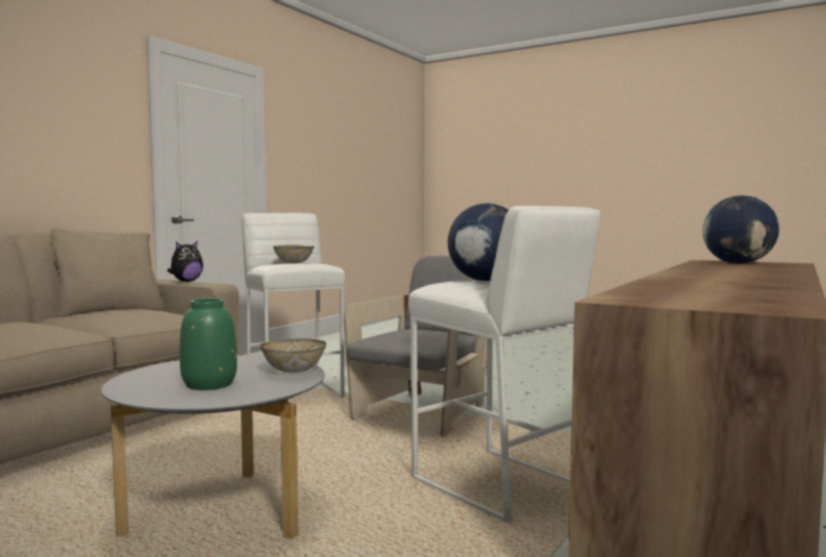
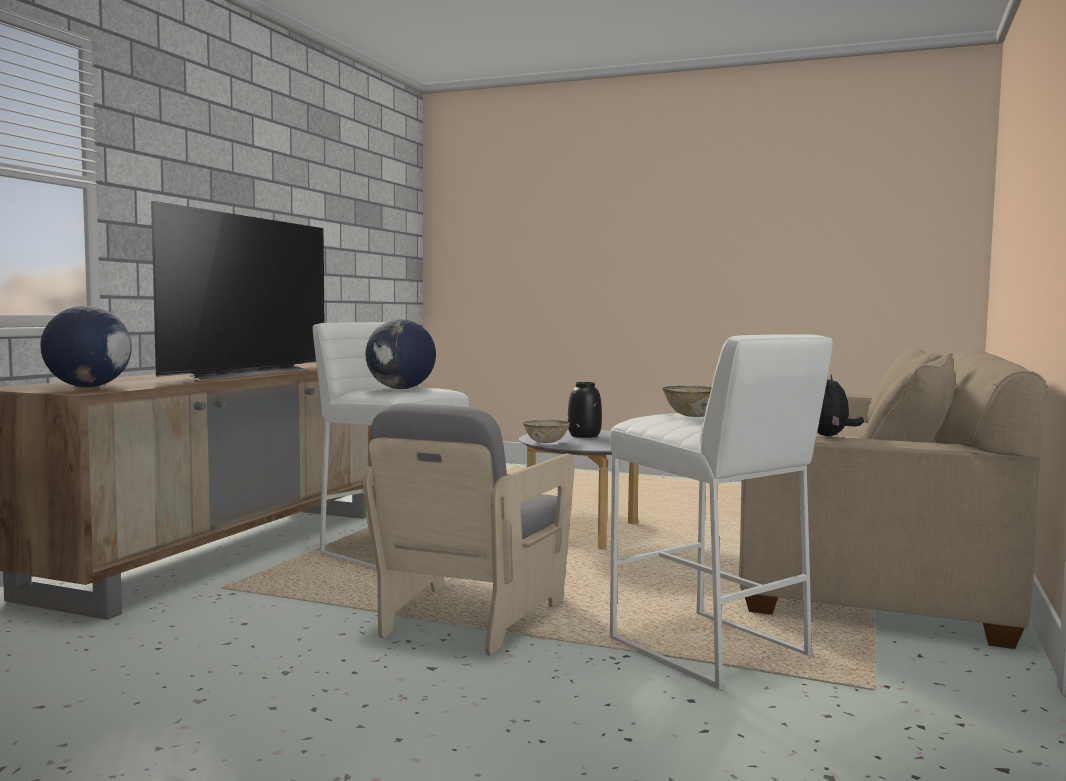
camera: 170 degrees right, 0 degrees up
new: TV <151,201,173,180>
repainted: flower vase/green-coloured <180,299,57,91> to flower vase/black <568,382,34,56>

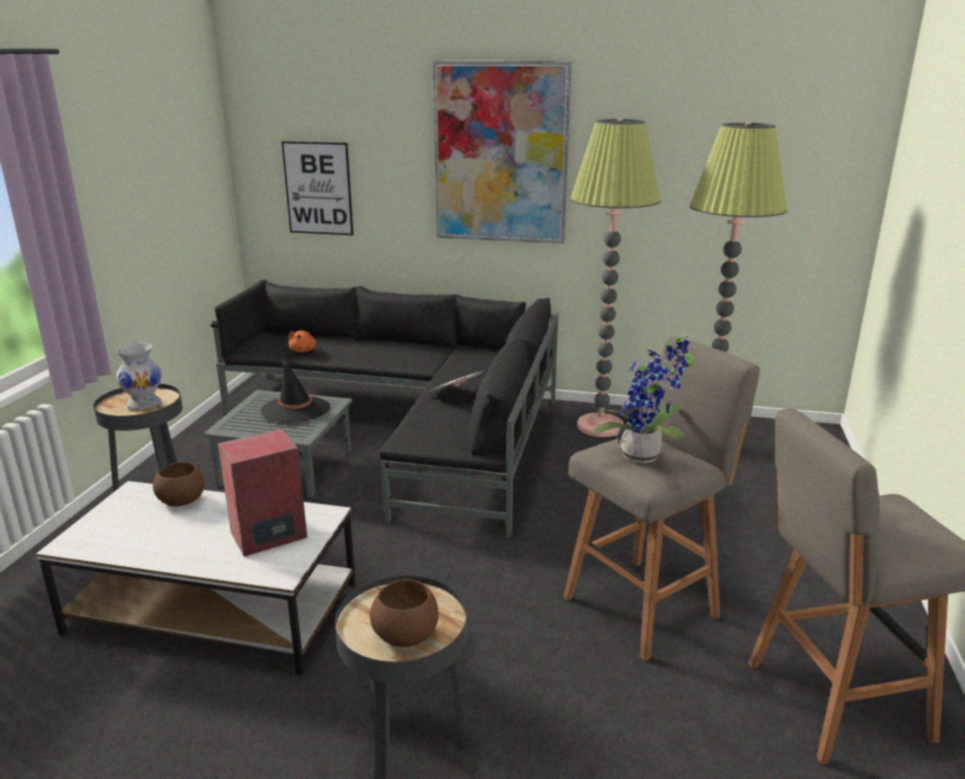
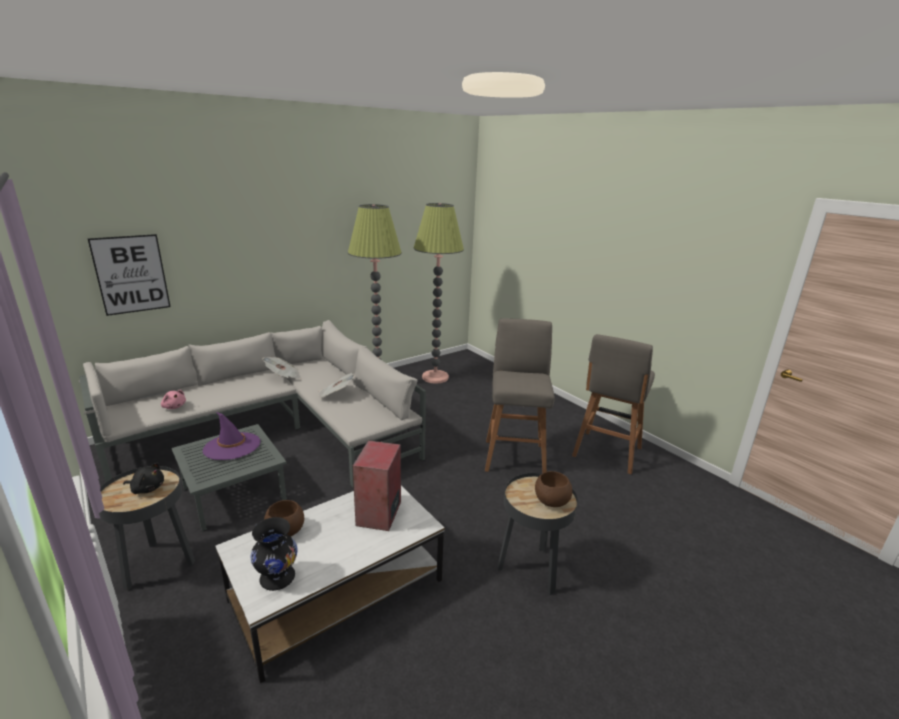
camera: 50 degrees left, 0 degrees up
gone: picture <433,61,139,183>; potted plant <594,333,98,131>
new: flower vase/black <251,517,46,74>; newspaper <262,357,39,22>
swapped: flower vase/white-coloured <116,343,46,67> to cuddly toy/black <123,463,41,31>
repainted: couch/black <203,280,355,258> to couch/white-coloured <79,320,347,211>; wearable hat/black <260,360,70,62> to wearable hat/purple <203,412,57,48>; cuddly toy/orangey <288,331,28,22> to cuddly toy/pink <161,390,25,19>

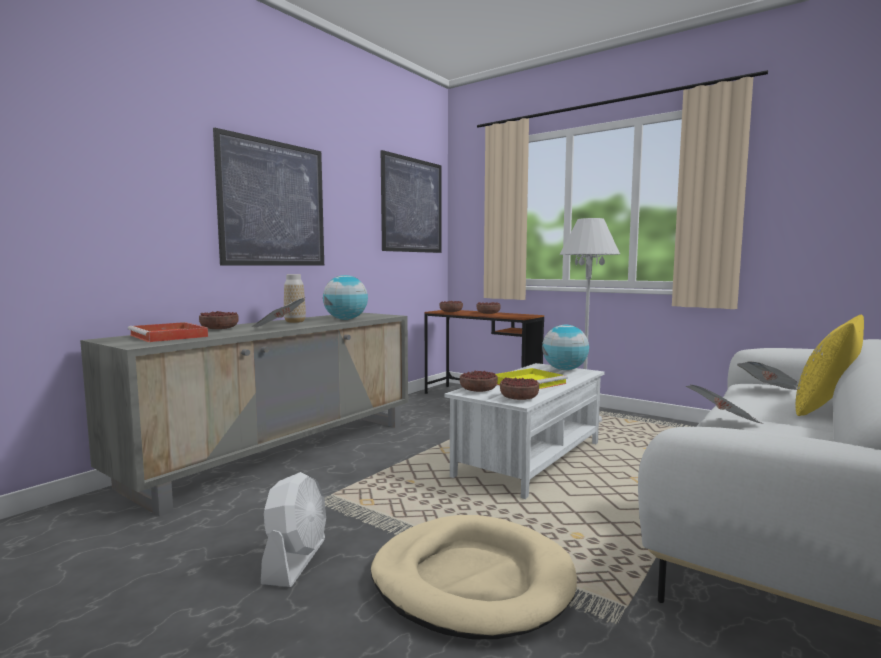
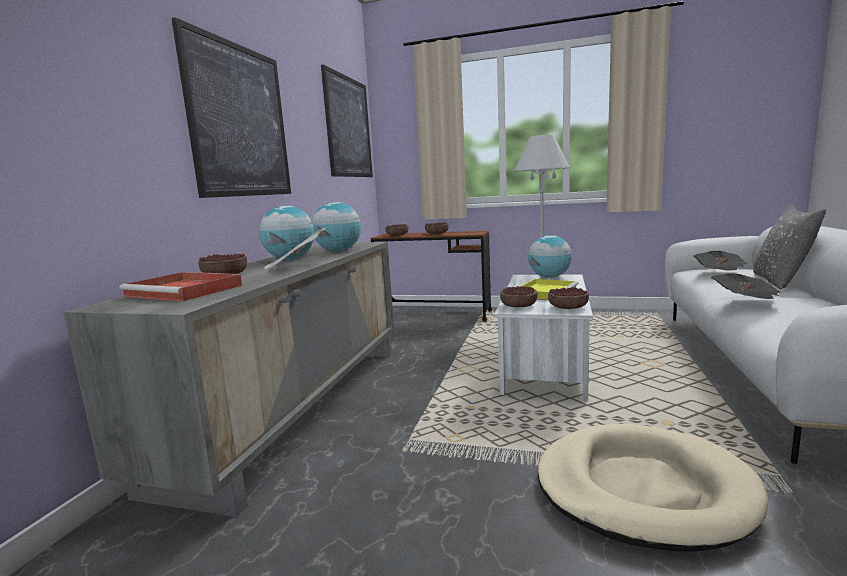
camera: 20 degrees left, 5 degrees up
gone: electric fan/white-coloured <261,472,65,115>
swapped: flower vase <284,274,22,49> to globe <259,205,56,54>
repainted: pillow/yellow <796,315,68,101> to pillow/grey <753,204,73,85>

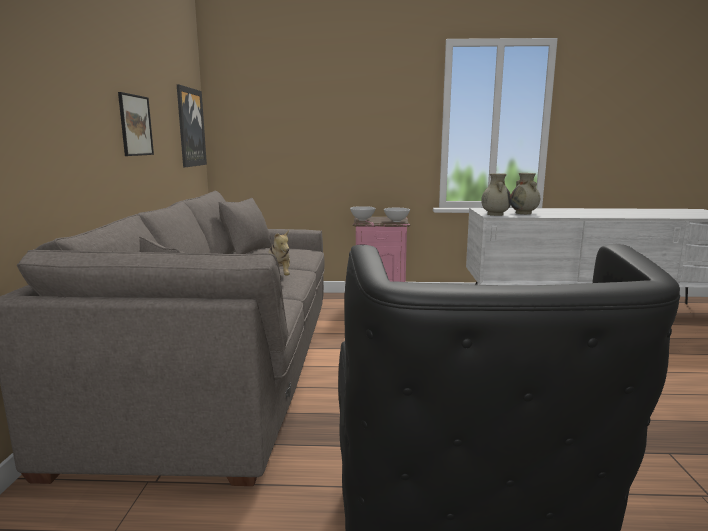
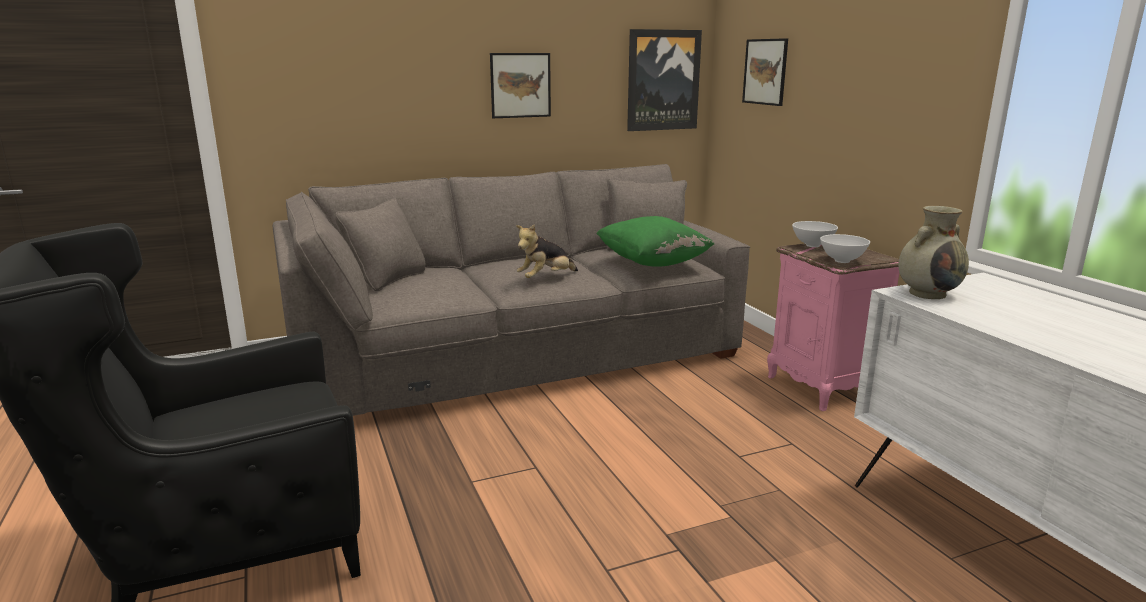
camera: 65 degrees right, 5 degrees up
gone: flower vase/beige-coloured <511,173,29,41>
new: pillow/green-coloured <596,216,118,51>; picture <742,38,46,68>

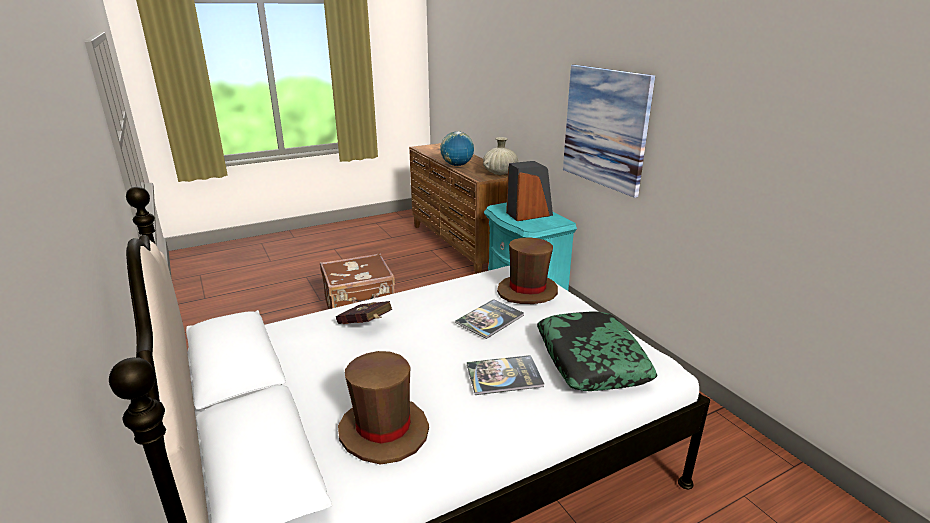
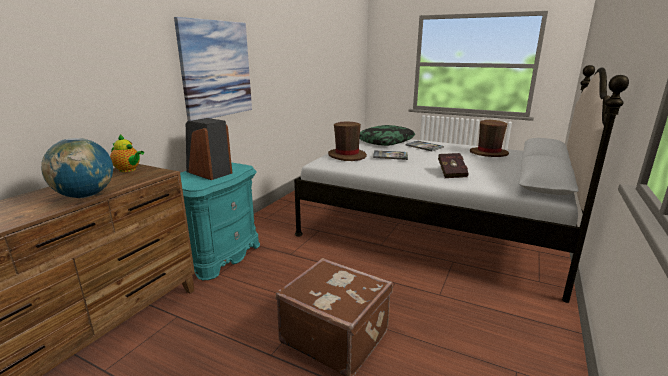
camera: 125 degrees left, 5 degrees down
swapped: flower vase/beige-coloured <483,137,35,38> to pot for tea <110,134,34,38>

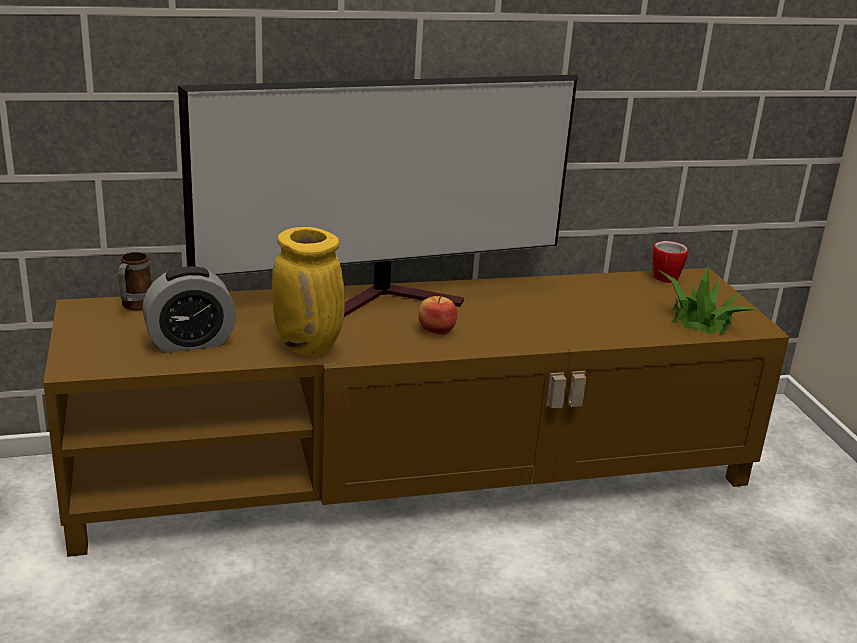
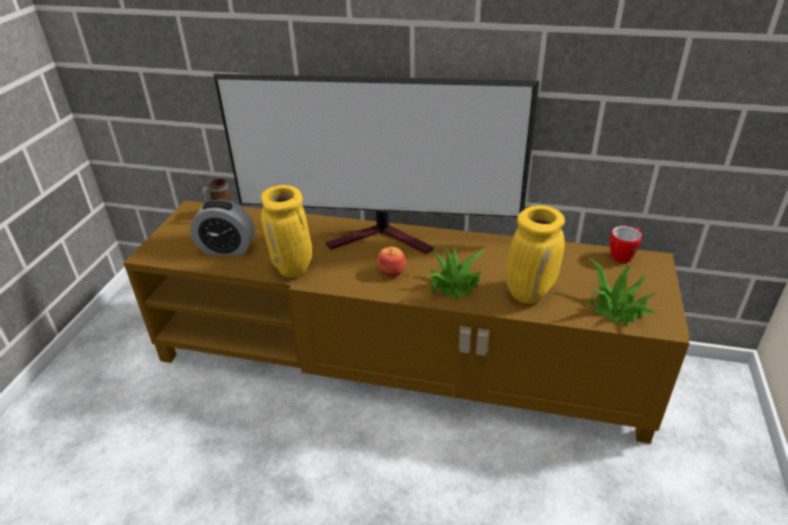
camera: 30 degrees right, 10 degrees up
new: potted plant <426,246,59,55>; flower vase/yellow <506,205,59,99>

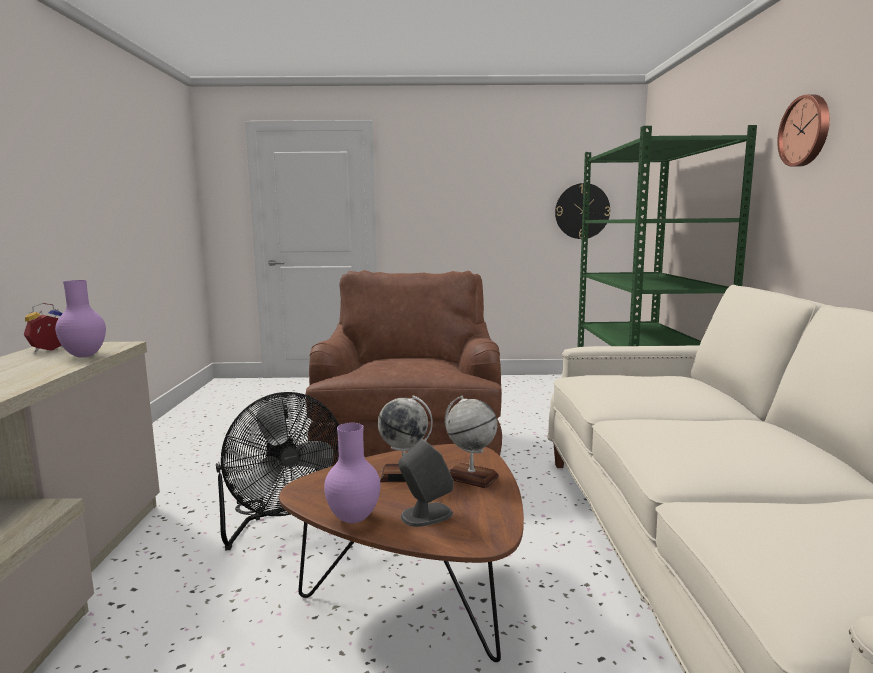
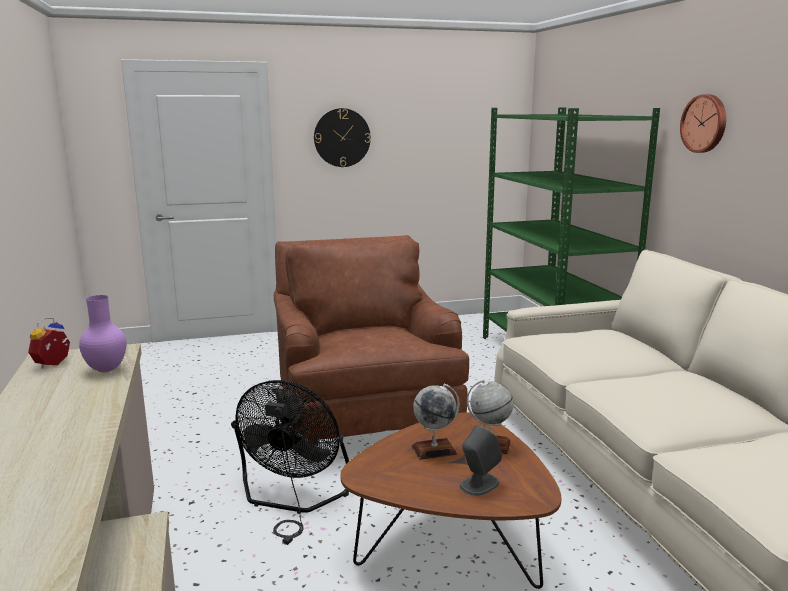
camera: 15 degrees left, 5 degrees up
gone: flower vase/purple <324,423,56,100>
shifted: clock on the wall <555,183,55,56> to <314,108,57,59>
rotated: electric fan/black <216,392,123,158> = <231,380,118,165> 120 degrees counterclockwise

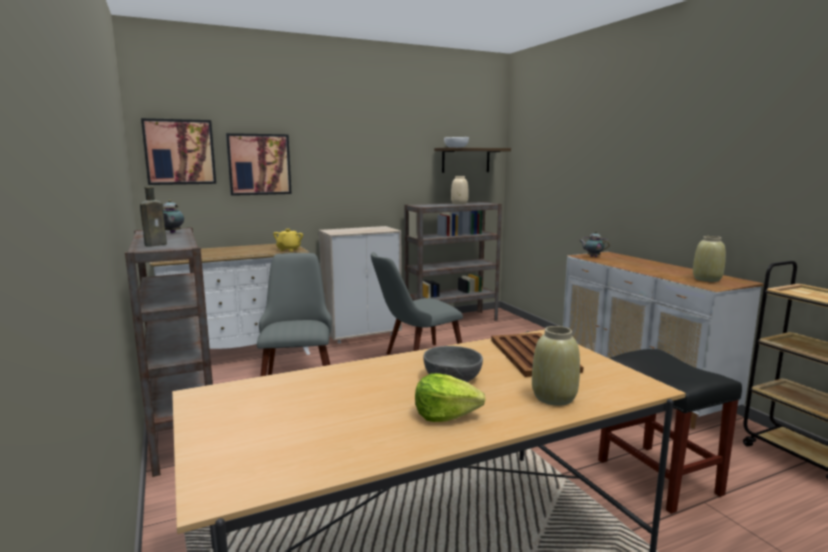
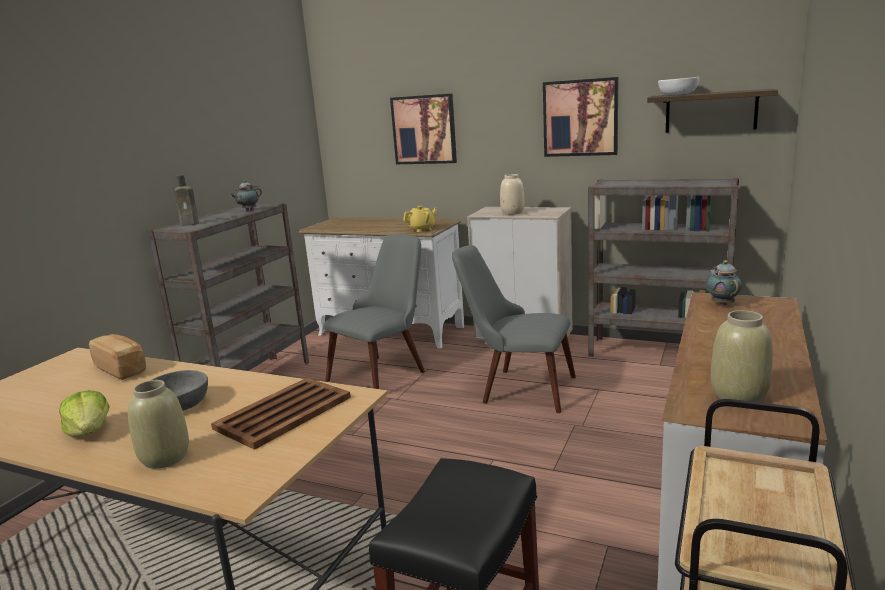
camera: 50 degrees right, 5 degrees up
new: baked bread <89,334,57,46>
shifted: picture <141,118,75,67> to <543,77,75,80>; flower vase/beige-coloured <451,176,18,29> to <500,174,25,41>

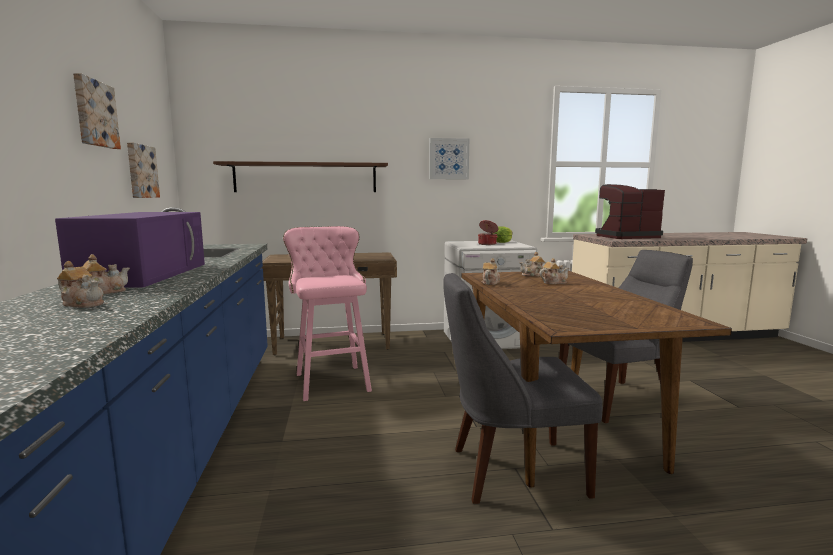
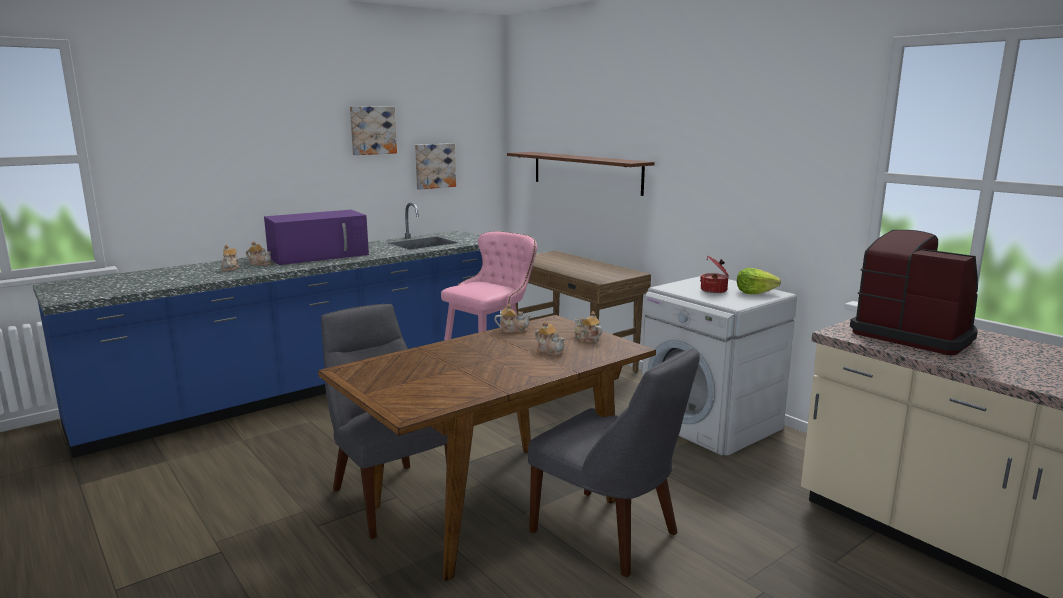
camera: 60 degrees right, 5 degrees up
gone: picture <429,138,40,41>

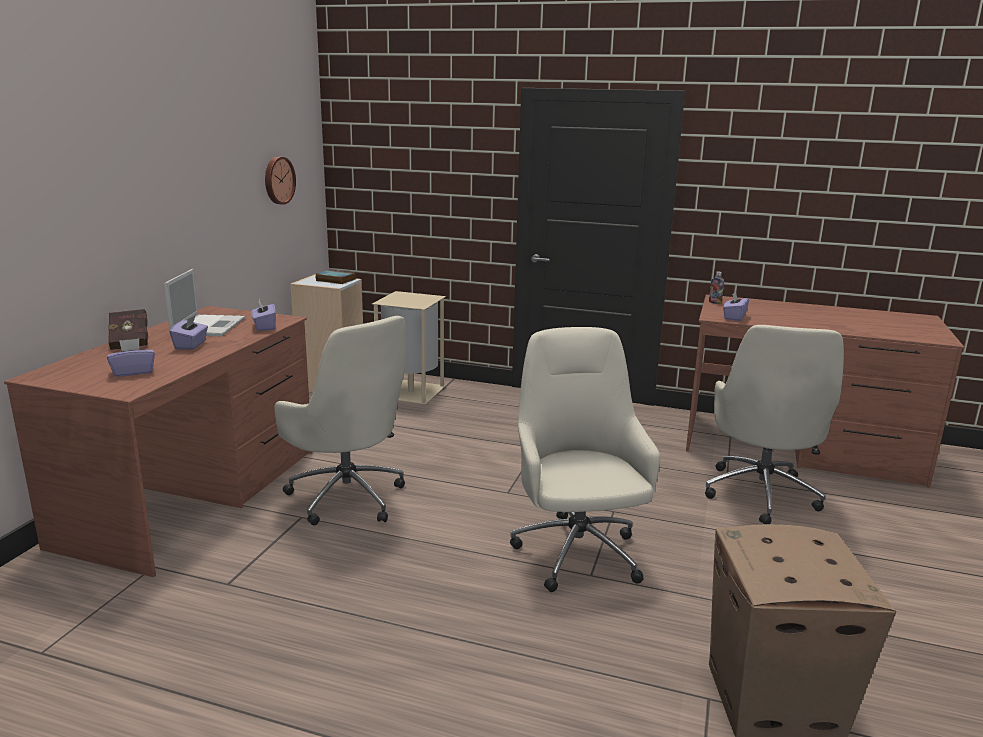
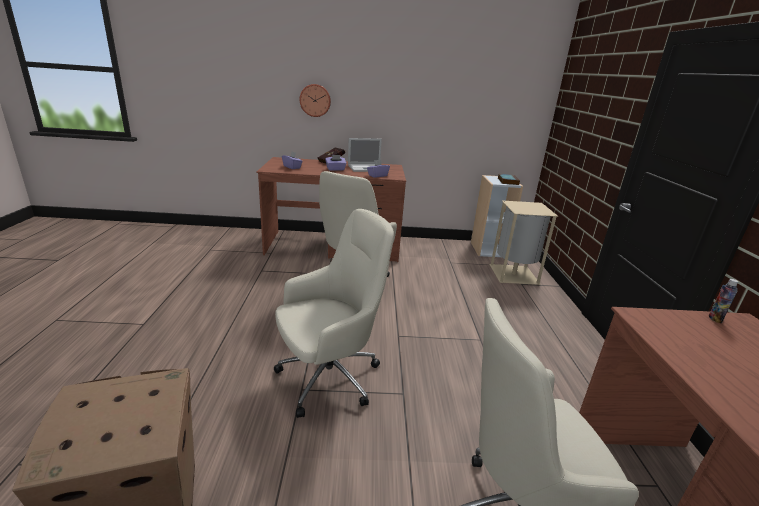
camera: 70 degrees right, 5 degrees up
gone: tissue holder/purple <723,292,26,29>
shifted: clock on the wall <265,157,31,48> to <299,84,32,33>

